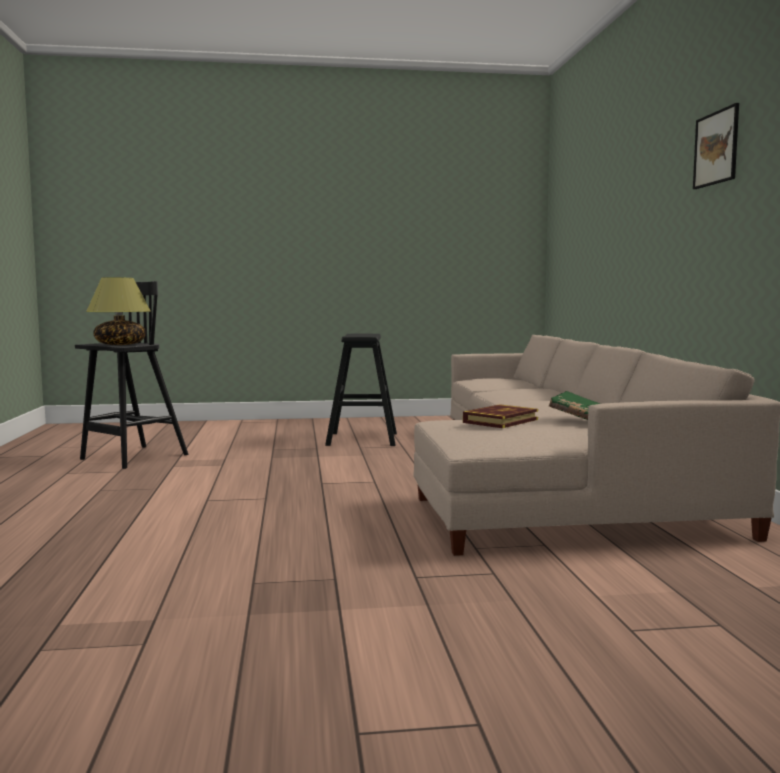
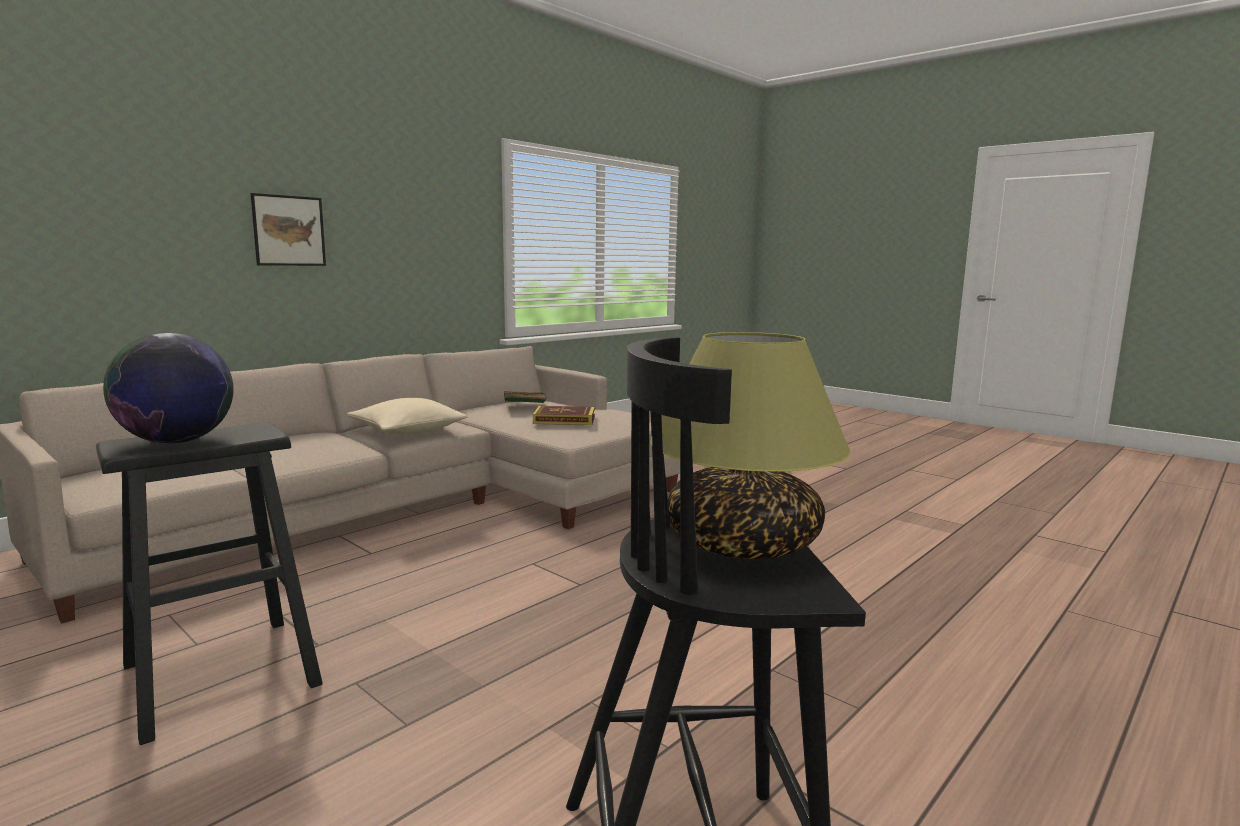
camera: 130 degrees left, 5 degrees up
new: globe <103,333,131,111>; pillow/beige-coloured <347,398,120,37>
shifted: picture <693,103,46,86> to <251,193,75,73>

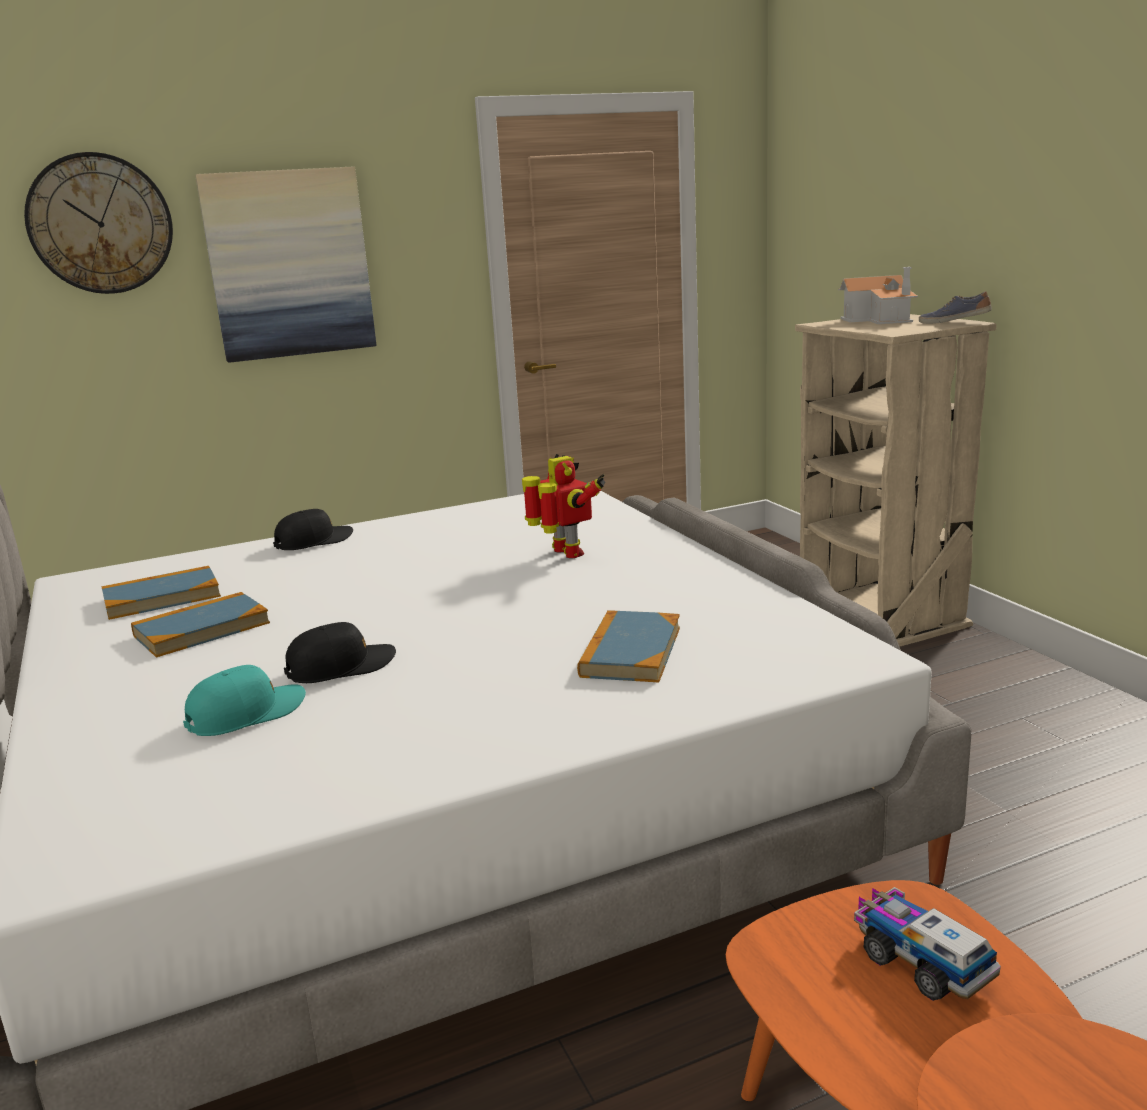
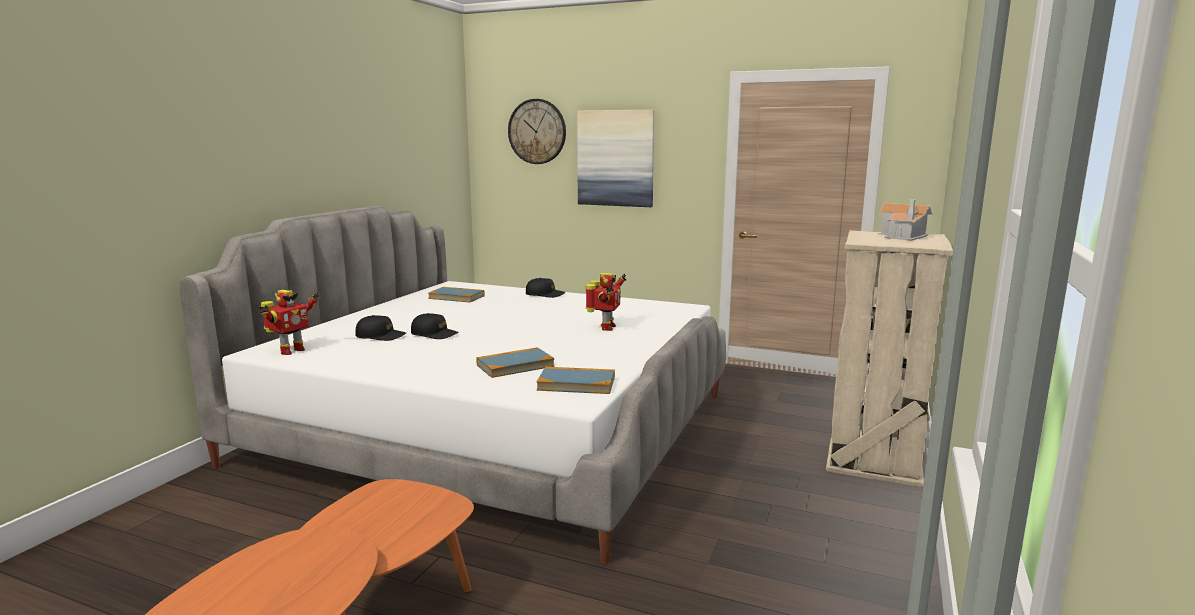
camera: 45 degrees right, 5 degrees down
gone: toy lorry <854,887,147,114>; low shoe <919,291,73,33>
new: robot figure <259,290,61,65>
shifted: bound book <131,592,139,65> to <537,367,78,27>
repainted: peaked cap/turquoise-coloured <183,665,123,71> to peaked cap/black <355,315,51,26>

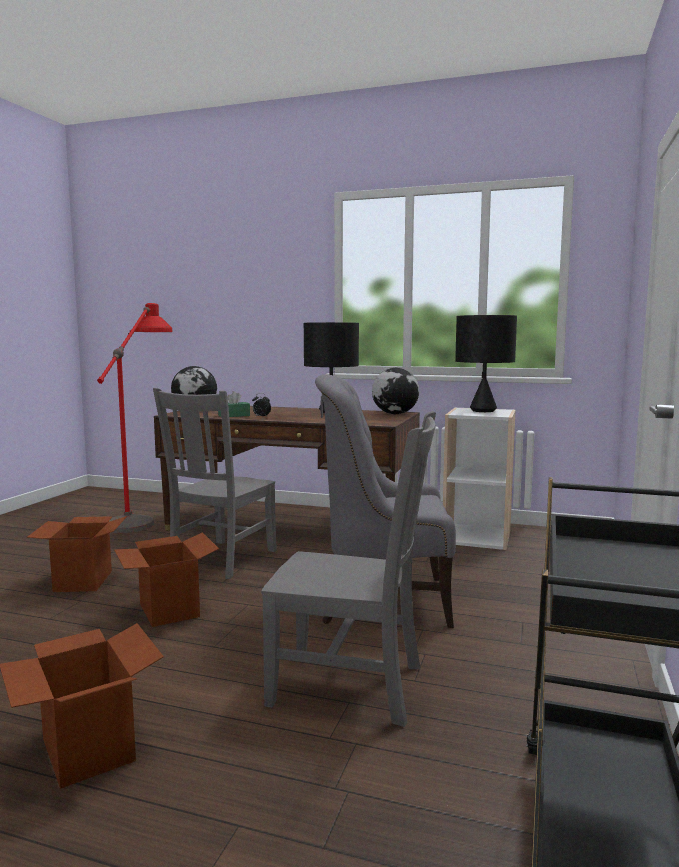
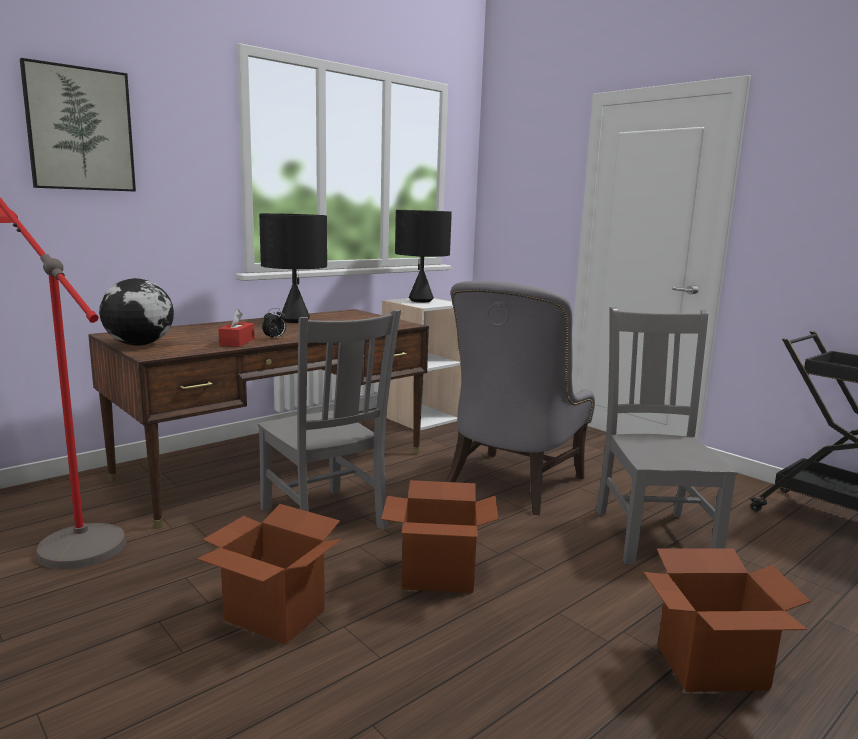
camera: 60 degrees left, 5 degrees up
gone: globe <372,368,47,46>
new: picture <20,58,116,133>
repainted: tissue holder/green-coloured <218,391,32,26> to tissue holder/red-coloured <219,309,36,38>
rotated: chair/grey <261,411,175,316> = <596,307,142,257> 45 degrees counterclockwise

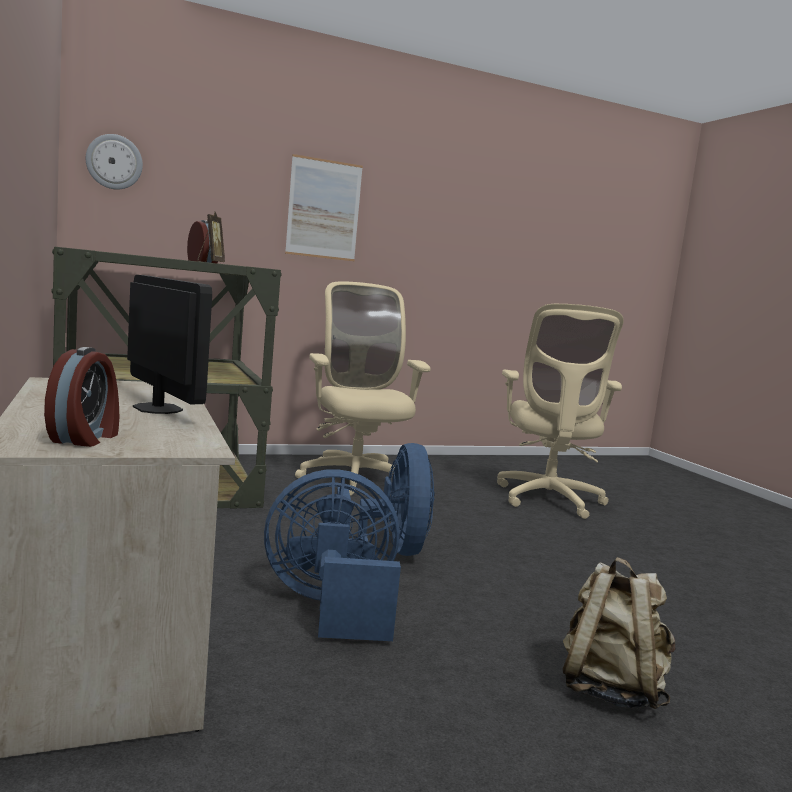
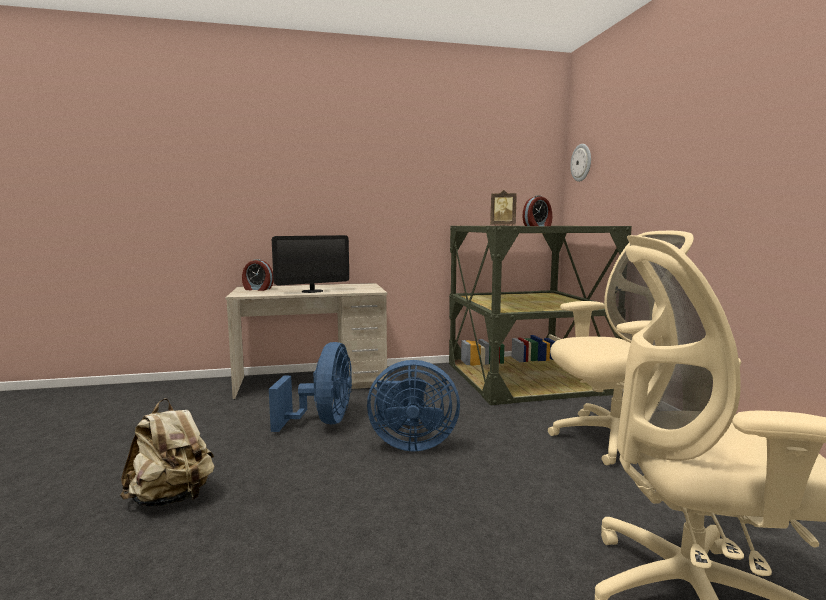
camera: 100 degrees right, 0 degrees up
gone: picture <285,154,78,107>

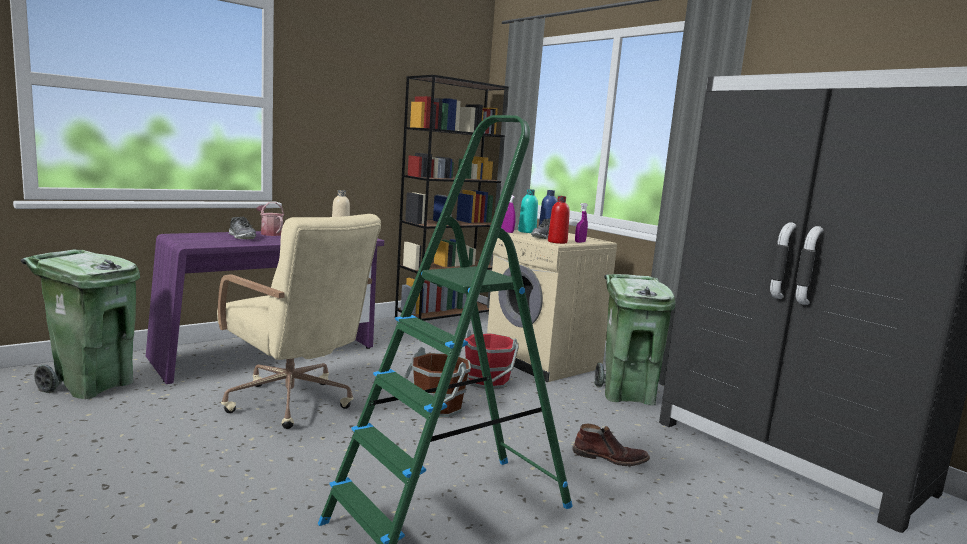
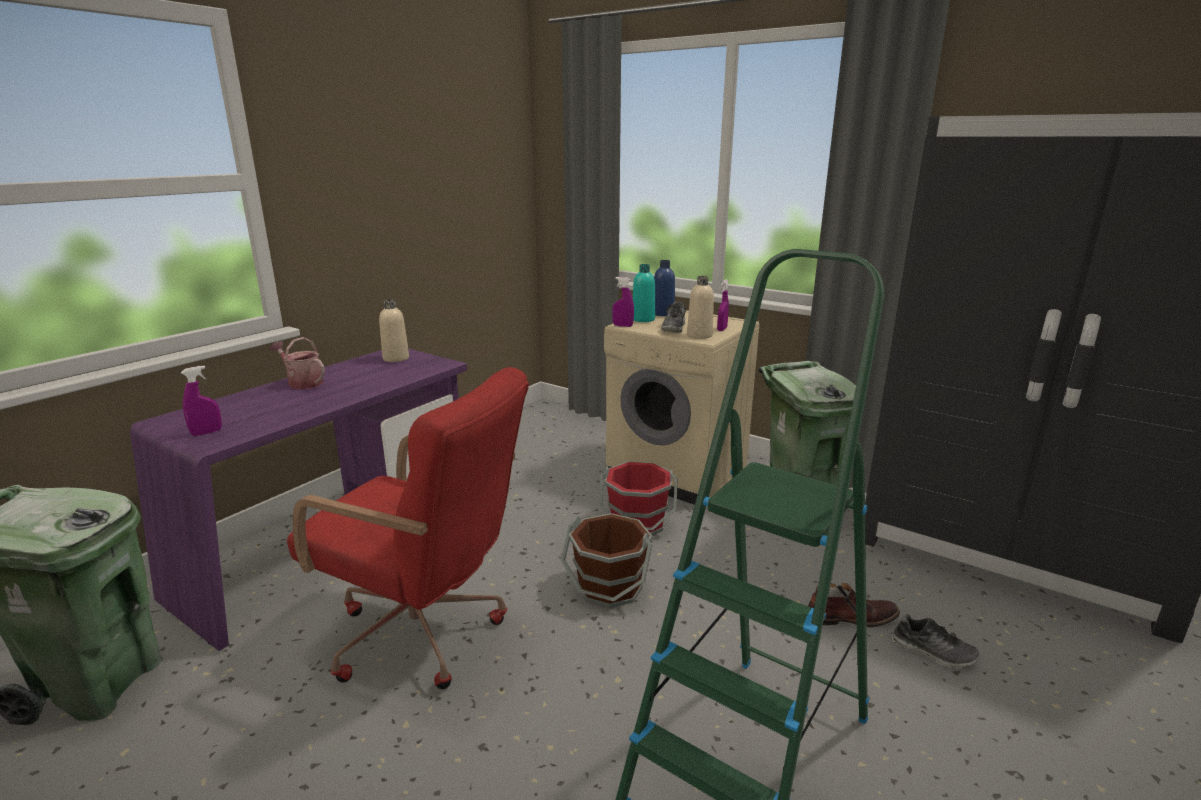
camera: 15 degrees left, 10 degrees up
gone: bookcase/brown <395,75,114,246>
new: spray bottle/purple <181,366,41,70>
shifted: low shoe <229,217,27,22> to <892,614,88,55>
repainted: desk chair/beige-coloured <217,214,164,215> to desk chair/red-coloured <287,367,242,322>; bottle/red-coloured <548,196,22,48> to bottle/beige-coloured <687,276,27,63>

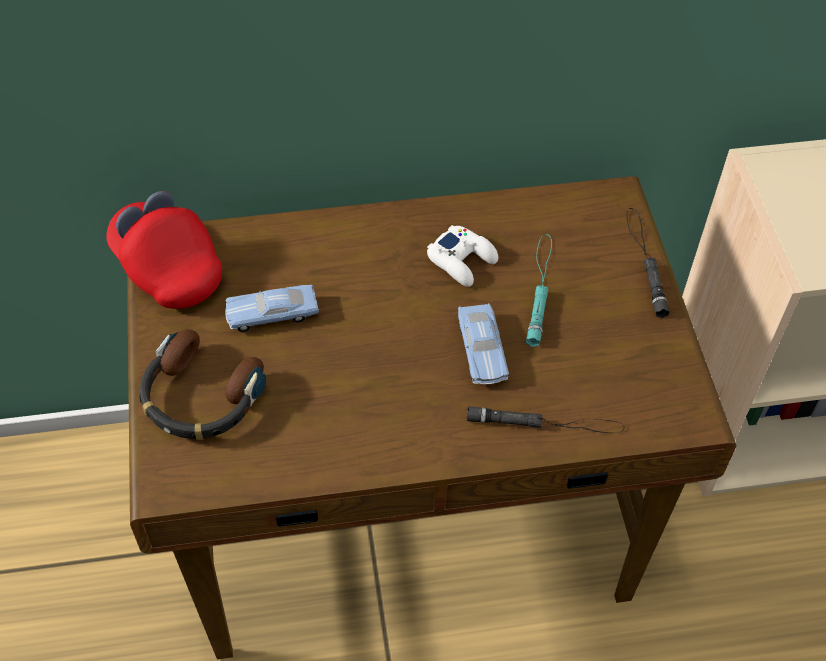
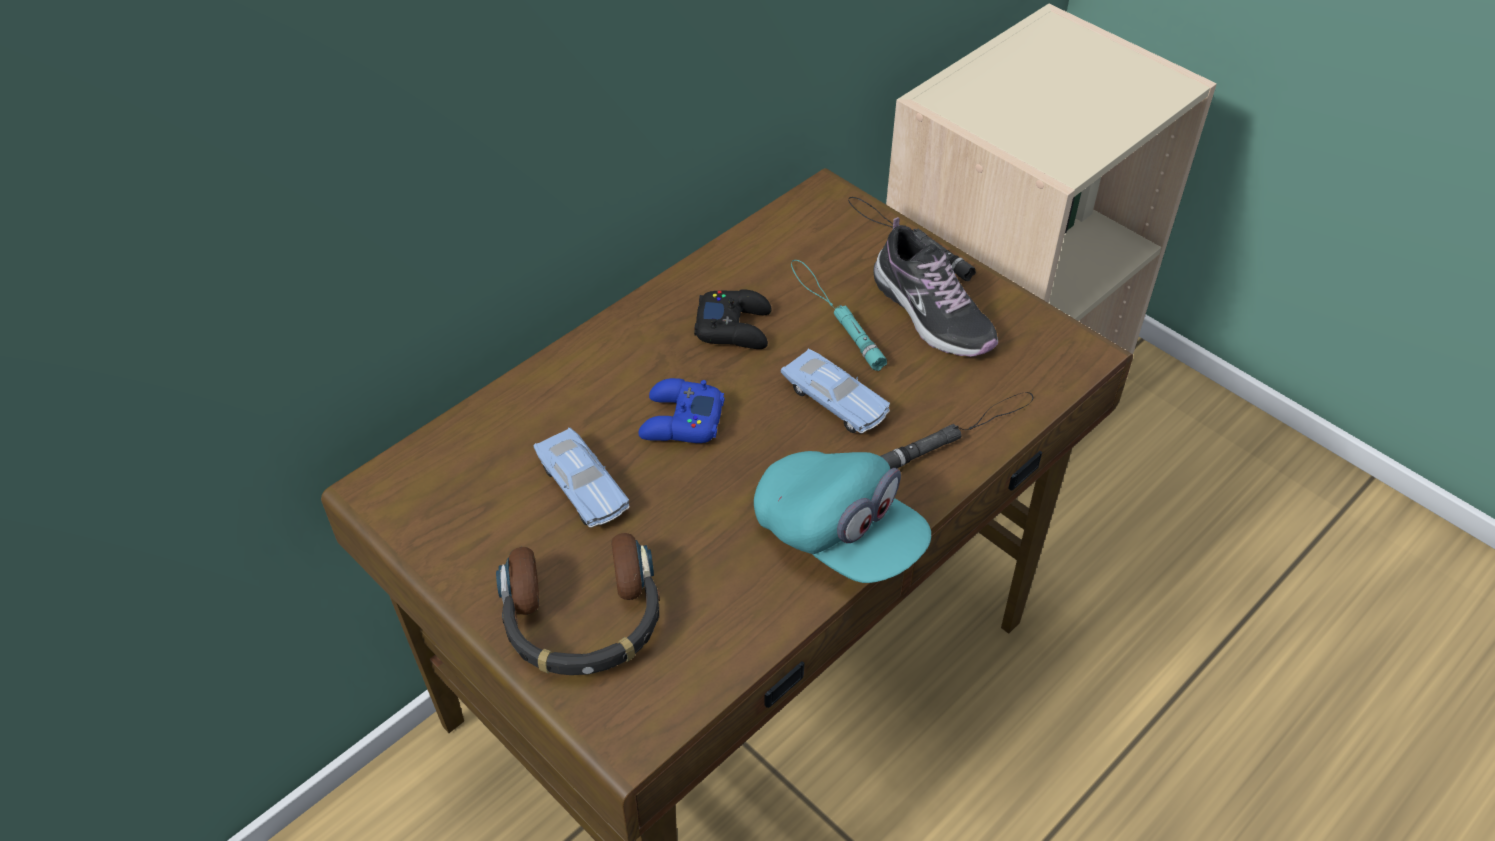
camera: 35 degrees left, 5 degrees down
gone: peaked cap/red-coloured <106,191,116,118>
new: gamepad/blue <638,378,86,65>; peaked cap/turquoise-coloured <754,451,177,132>; low shoe <873,217,125,140>
repainted: gamepad/white-coloured <427,225,71,62> to gamepad/black <694,289,78,60>
rotated: miniature car/blue <225,285,94,47> = <533,427,97,101> 75 degrees counterclockwise

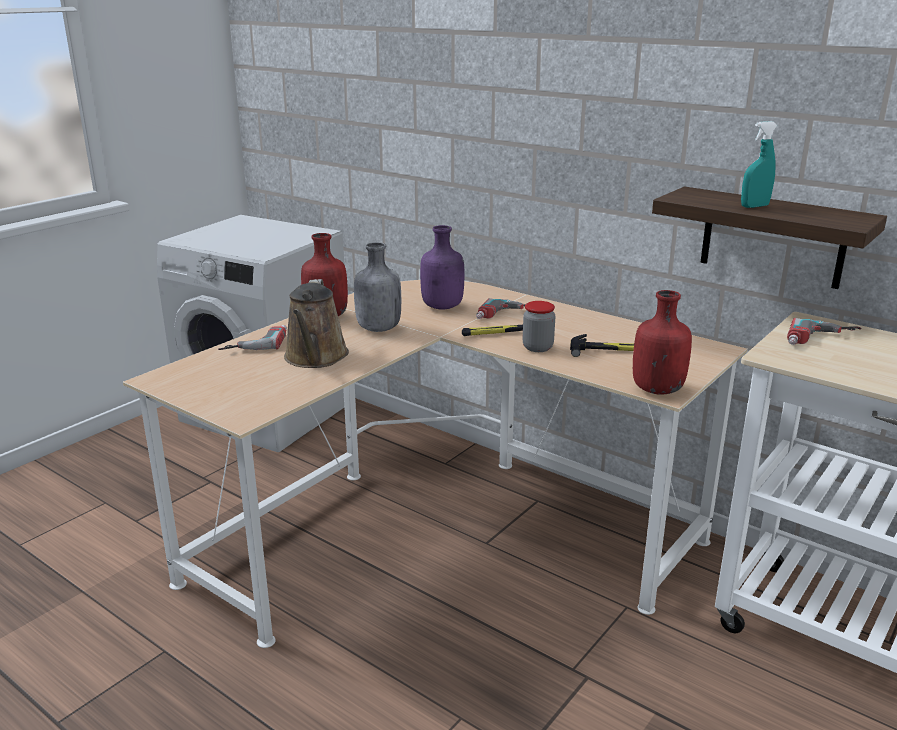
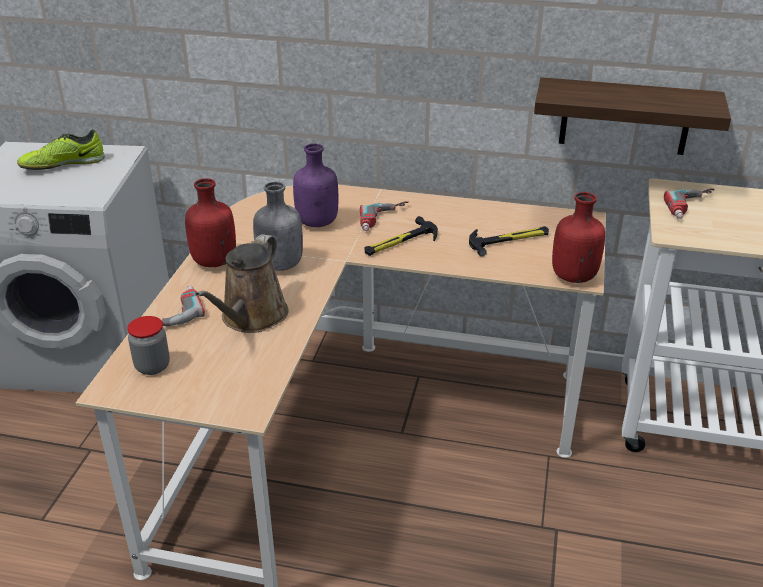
camera: 25 degrees left, 10 degrees up
gone: spray bottle/turquoise-coloured <741,121,37,87>
new: low shoe <17,129,88,41>
shifted: storage jar <523,301,32,51> to <127,316,43,59>
rotated: sprinkling can/brown <284,279,65,89> = <195,234,93,99> 45 degrees clockwise

